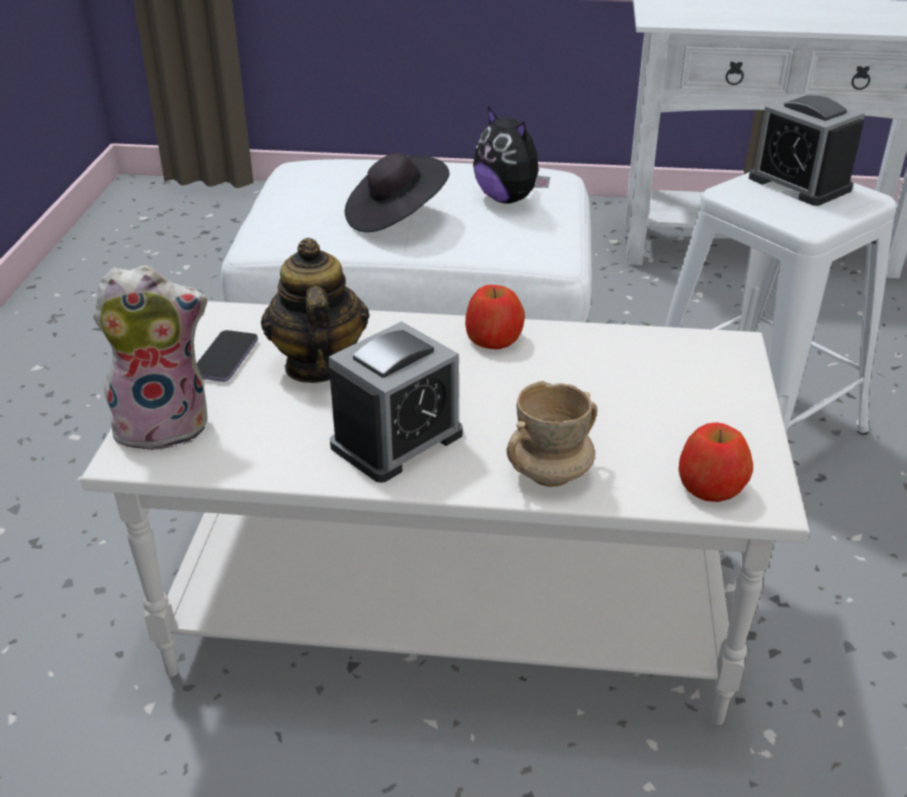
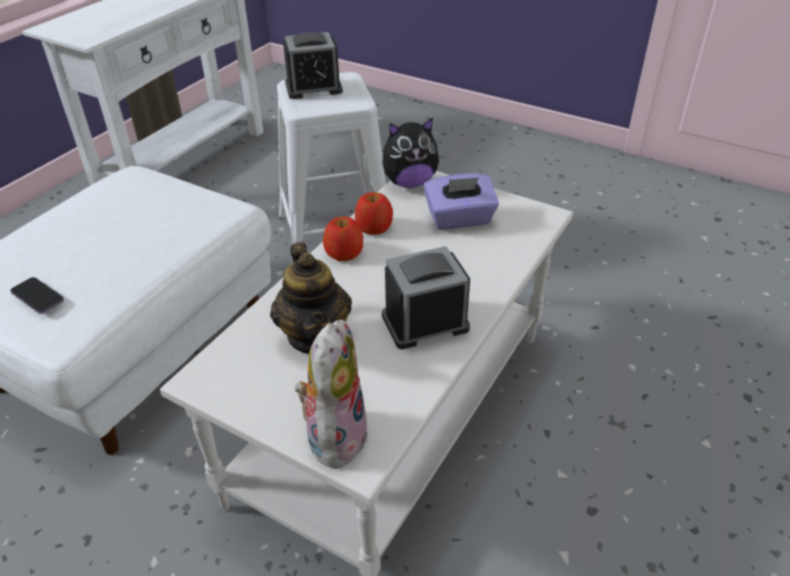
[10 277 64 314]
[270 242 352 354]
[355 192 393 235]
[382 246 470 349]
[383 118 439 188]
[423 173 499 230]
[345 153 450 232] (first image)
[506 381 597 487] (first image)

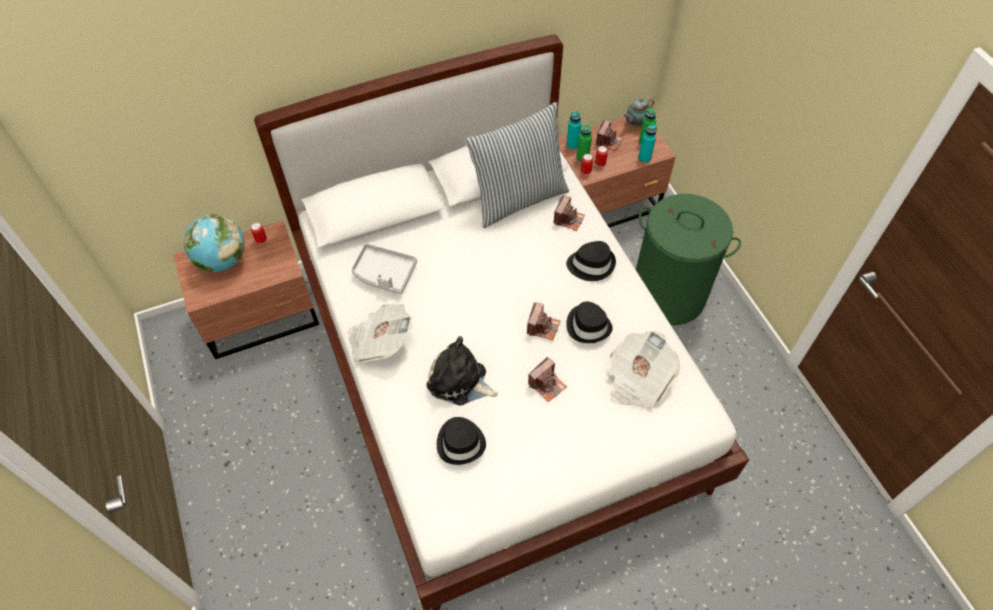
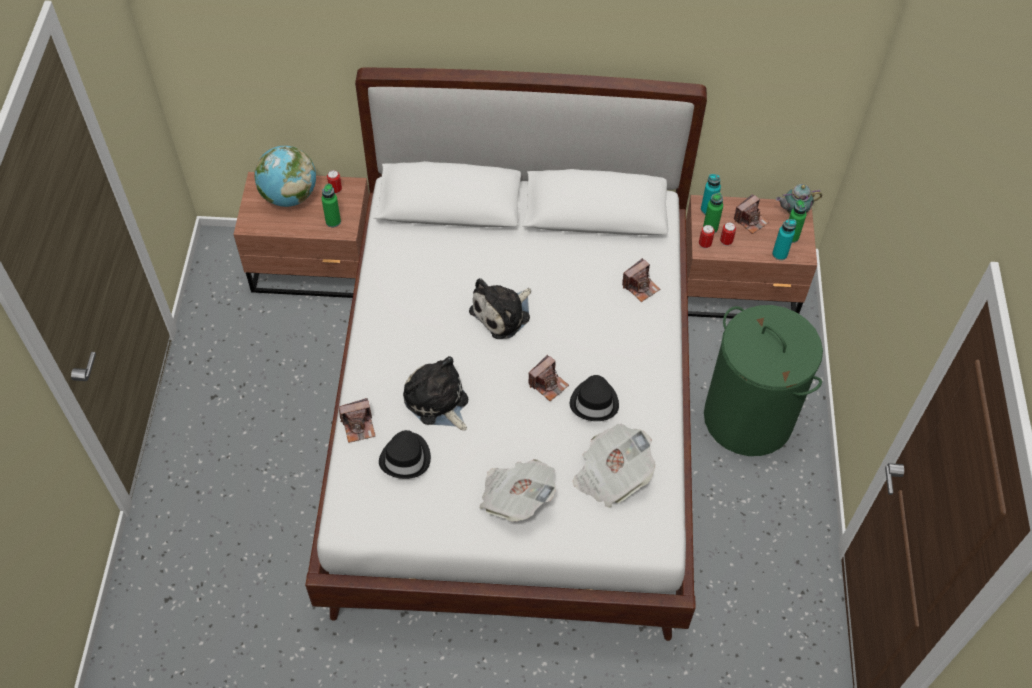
[321 184 341 227]
[339 398 375 443]
[469 278 531 339]
[480 459 556 521]
[351 243 417 294] (first image)
[465 102 569 228] (first image)
[566 241 616 281] (first image)

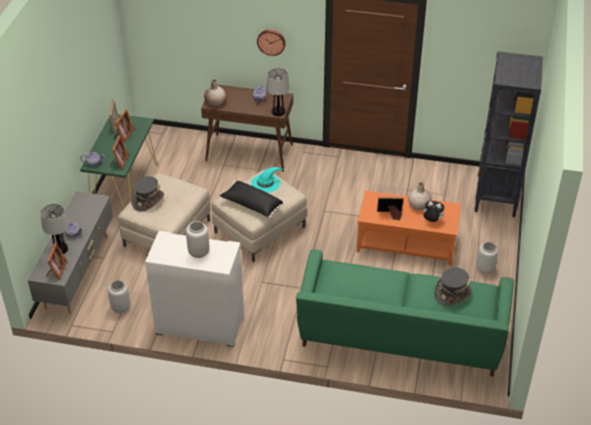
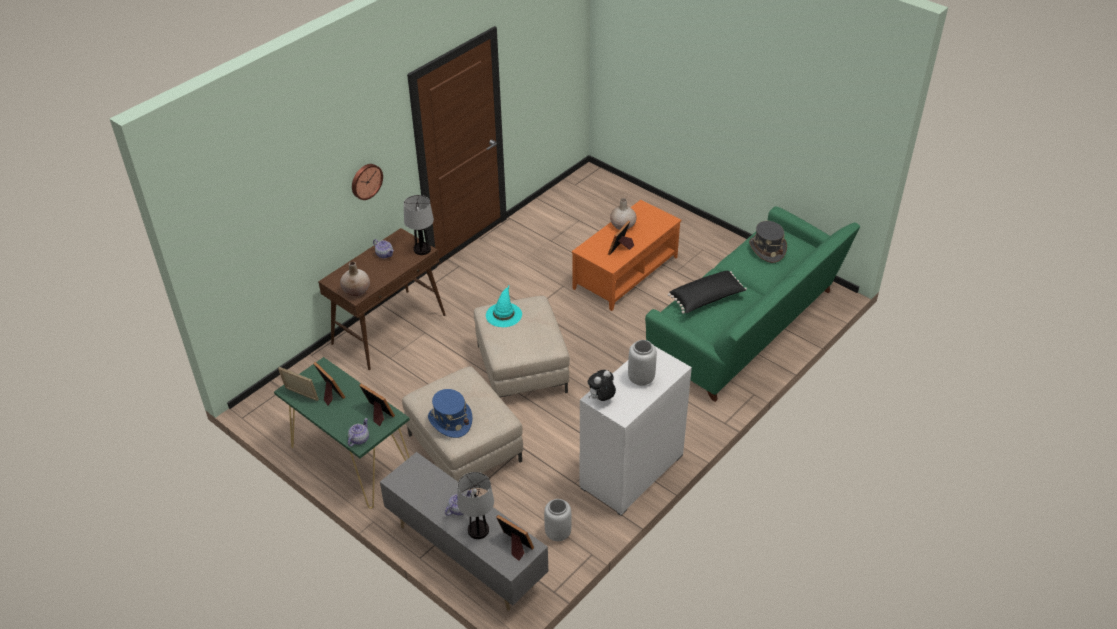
[428 389 472 438]
[588 370 616 401]
[668 271 747 314]
[475 51 543 218] (first image)
[476 242 498 274] (first image)

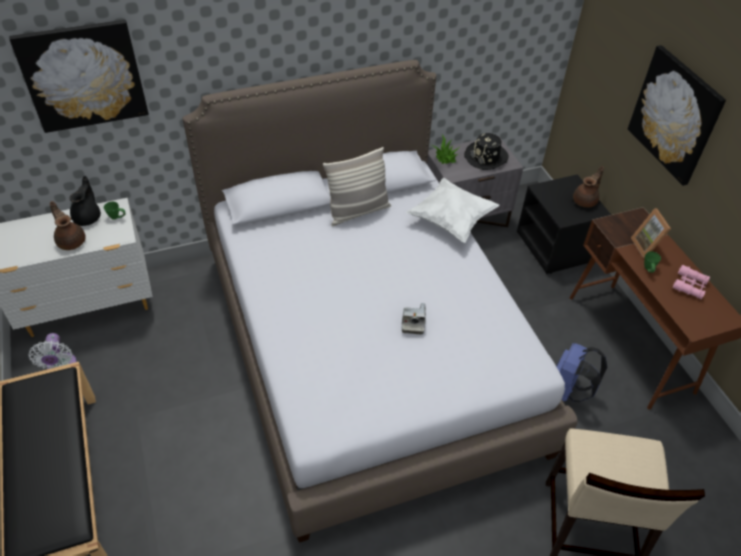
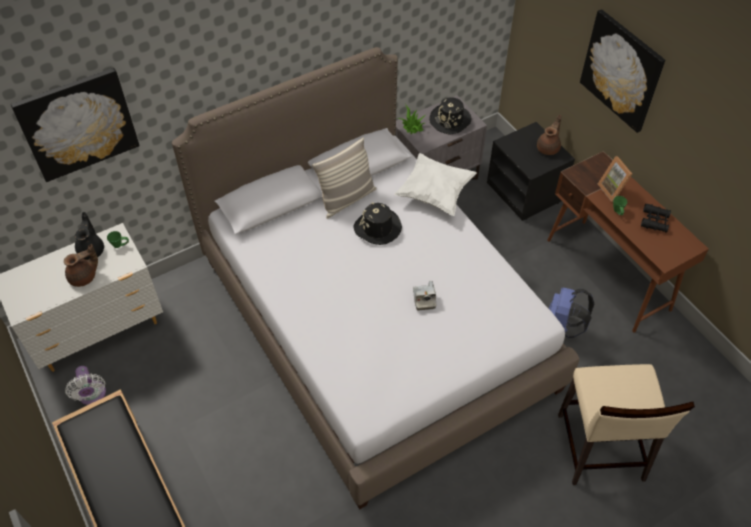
[64 244 98 287]
[354 202 402 245]
[641 204 671 233]

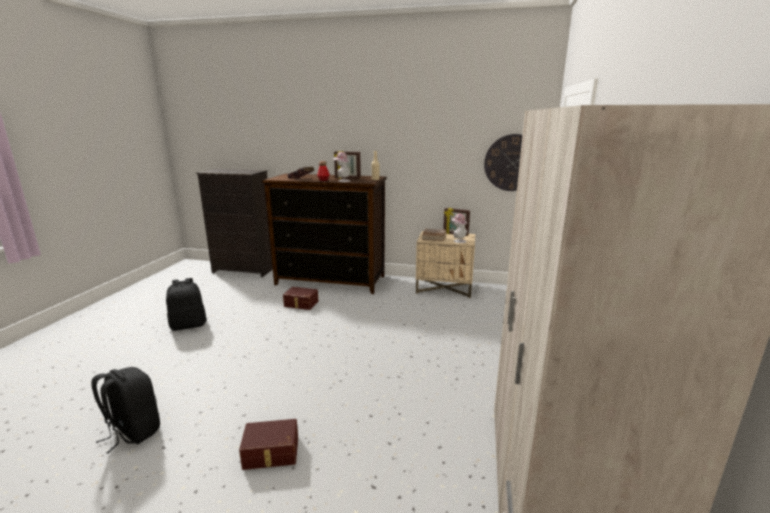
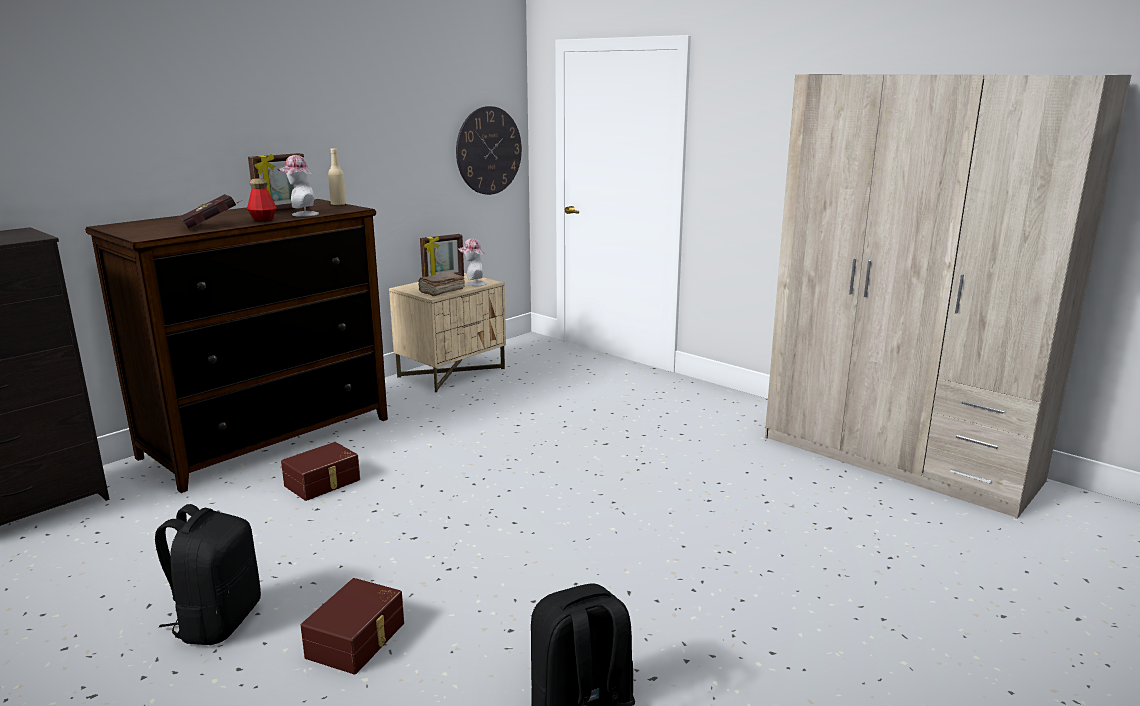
[300 578 404 674]

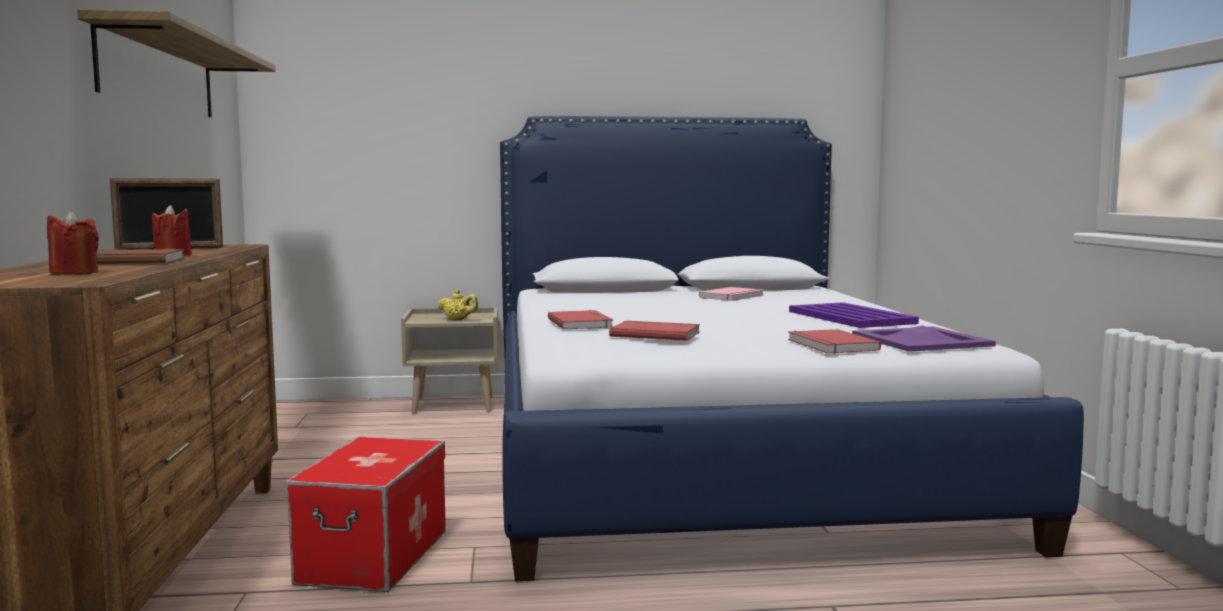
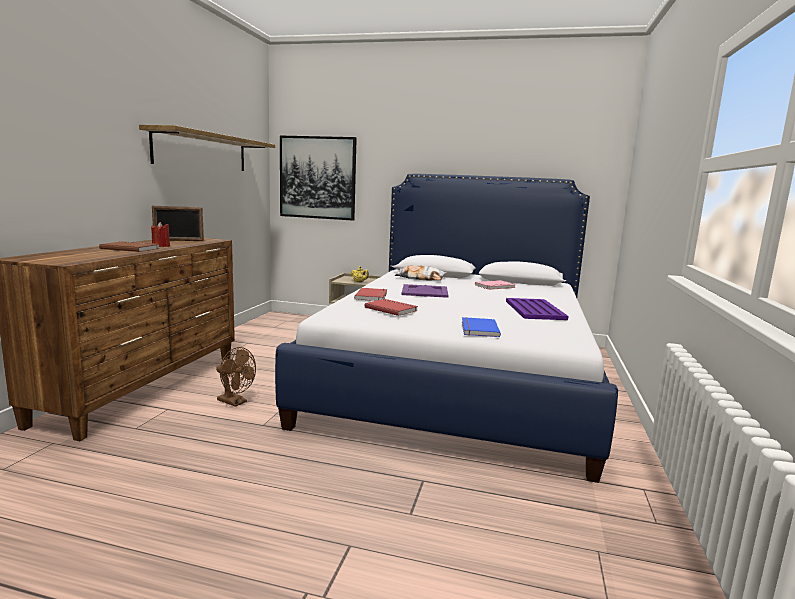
[216 347 256 407]
[280 136 357 221]
[395 265 447 281]
[402 284 448 298]
[462 317 501 337]
[47 210 99 275] (first image)

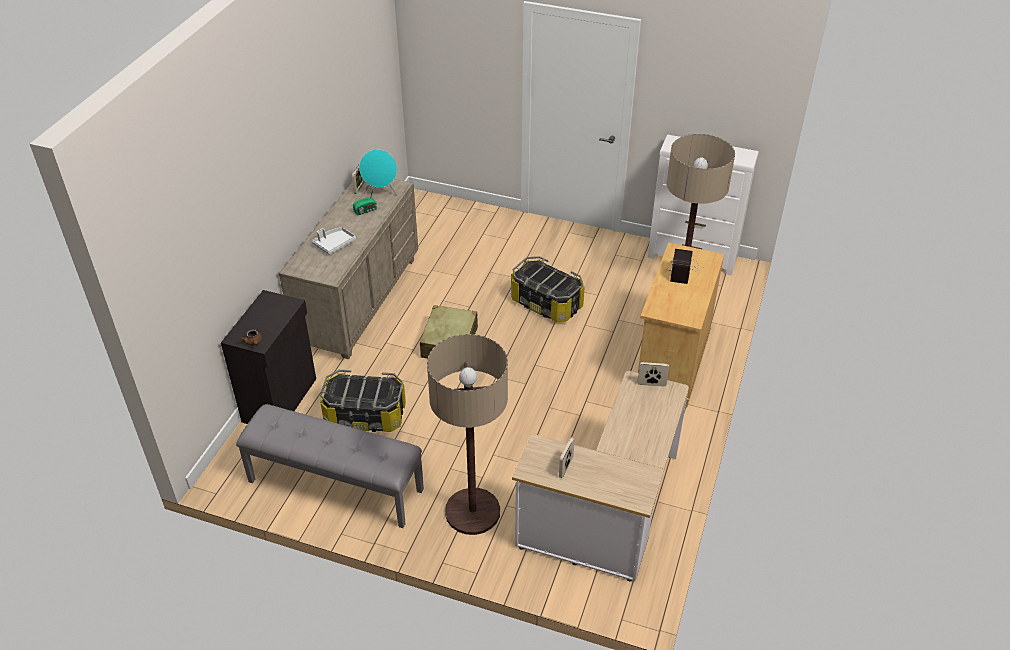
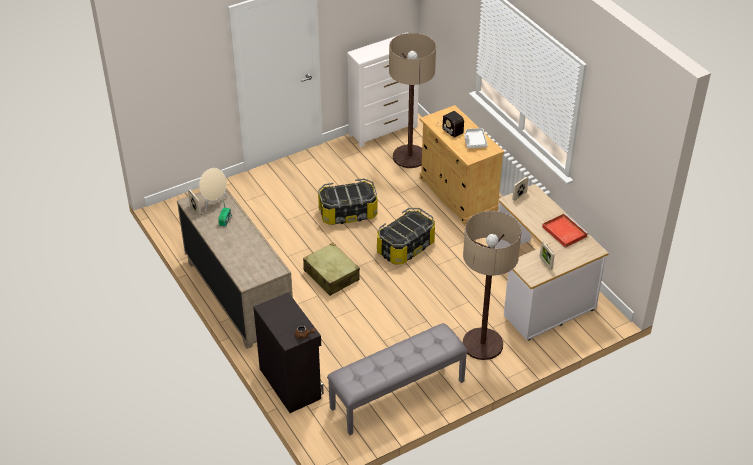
[199 168 228 212]
[377 208 435 264]
[465 128 488 148]
[542 213 588 248]

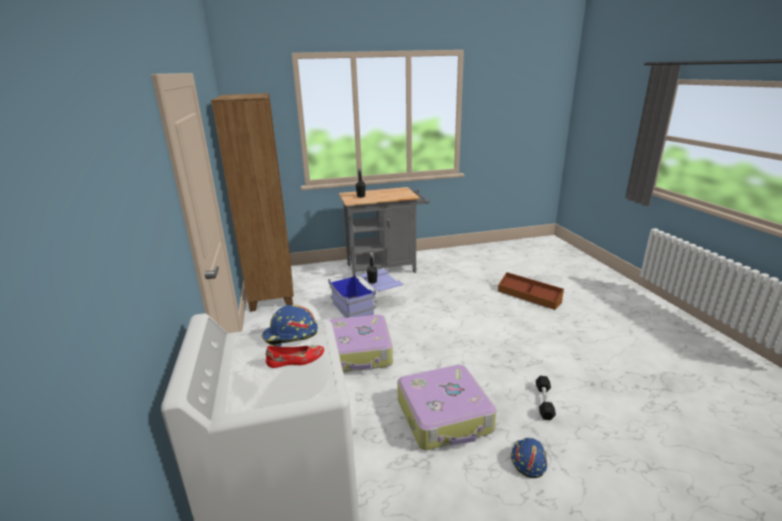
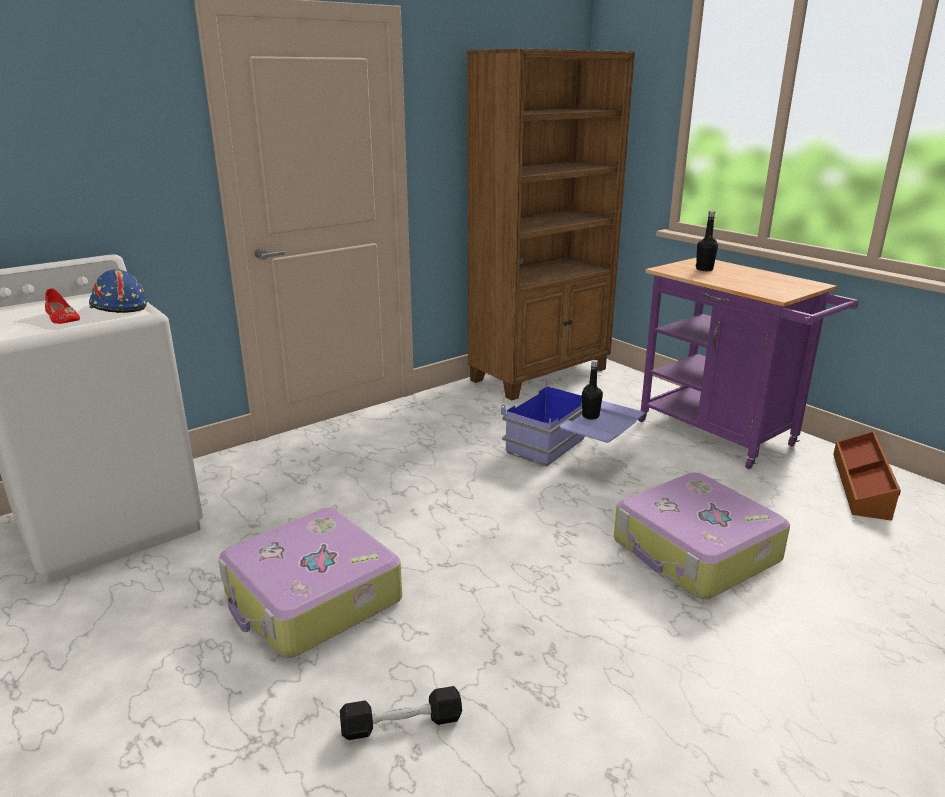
[614 473 790 599]
[638 257 859 469]
[833 431 901 521]
[511 438 547 478] (first image)

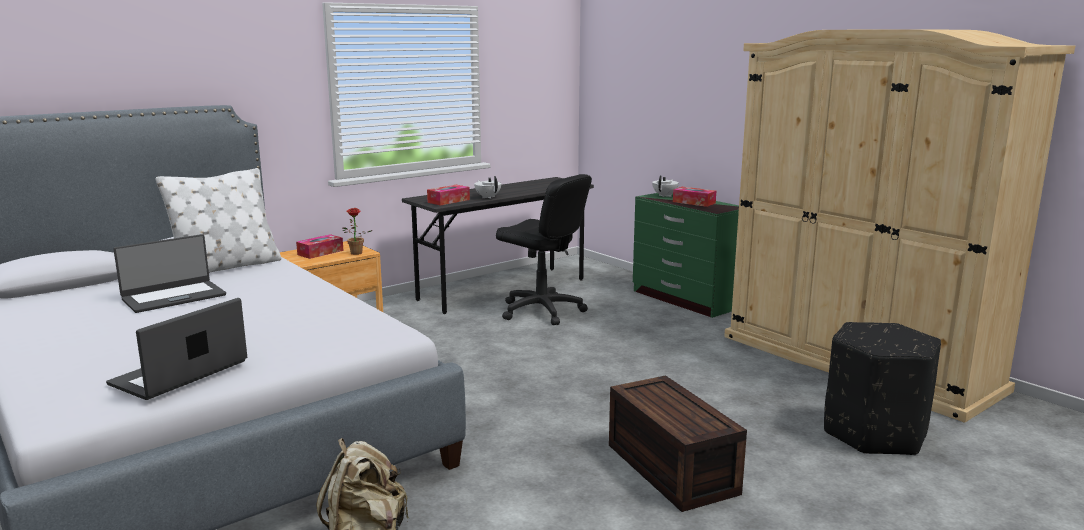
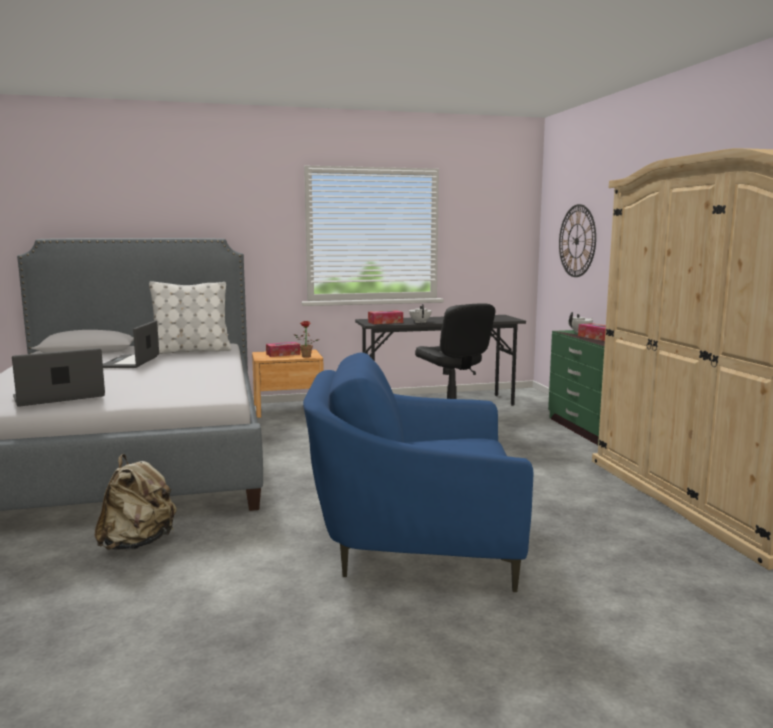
[103 320 159 368]
[303 353 533 592]
[559 204 596 277]
[824 322 941 456] (first image)

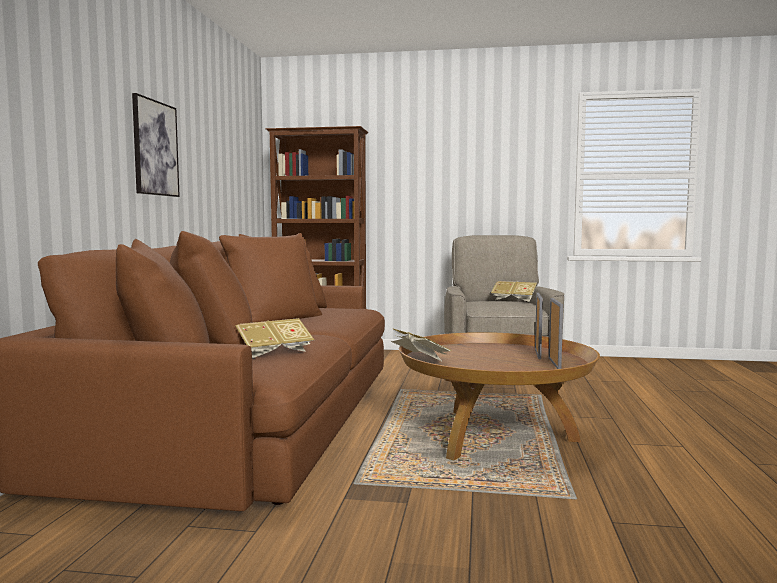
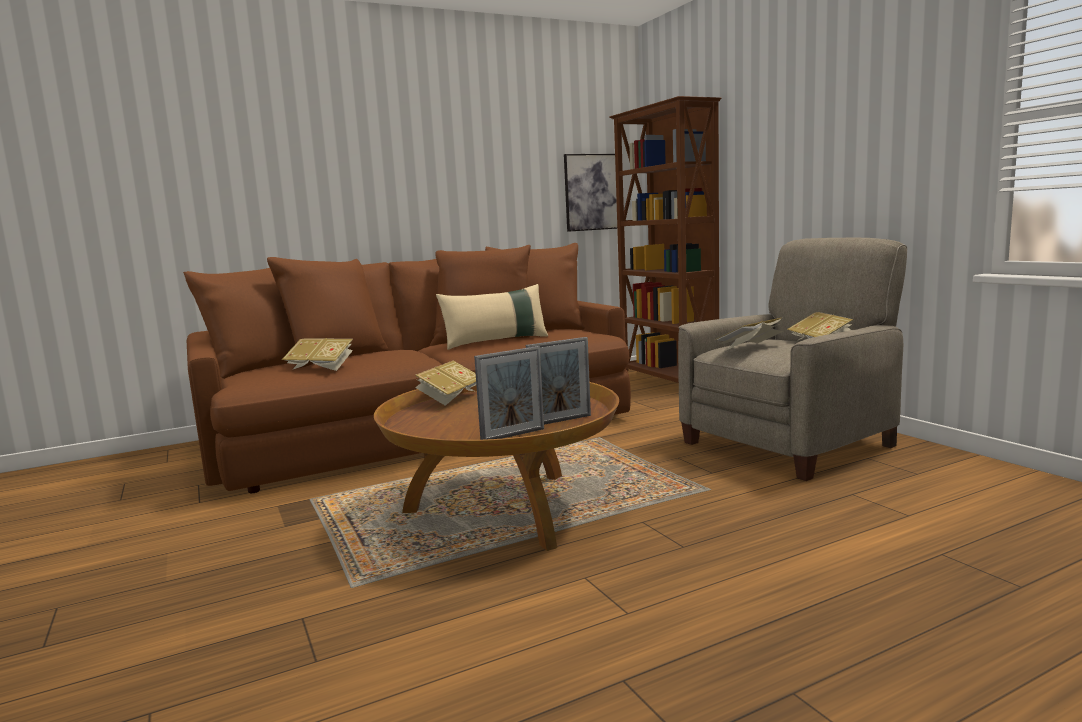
[436 284 548 350]
[564 154 617 232]
[715 318 784 351]

